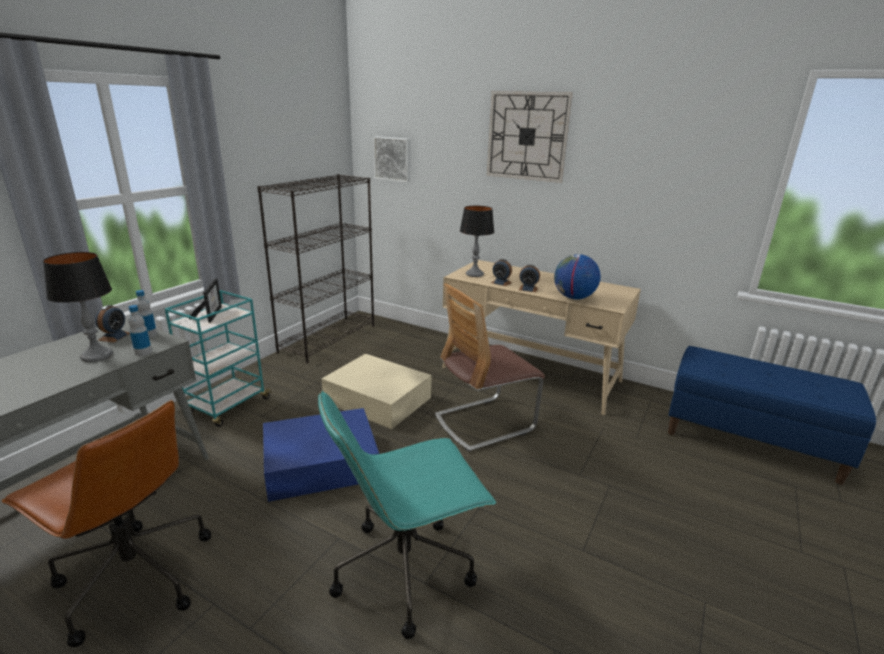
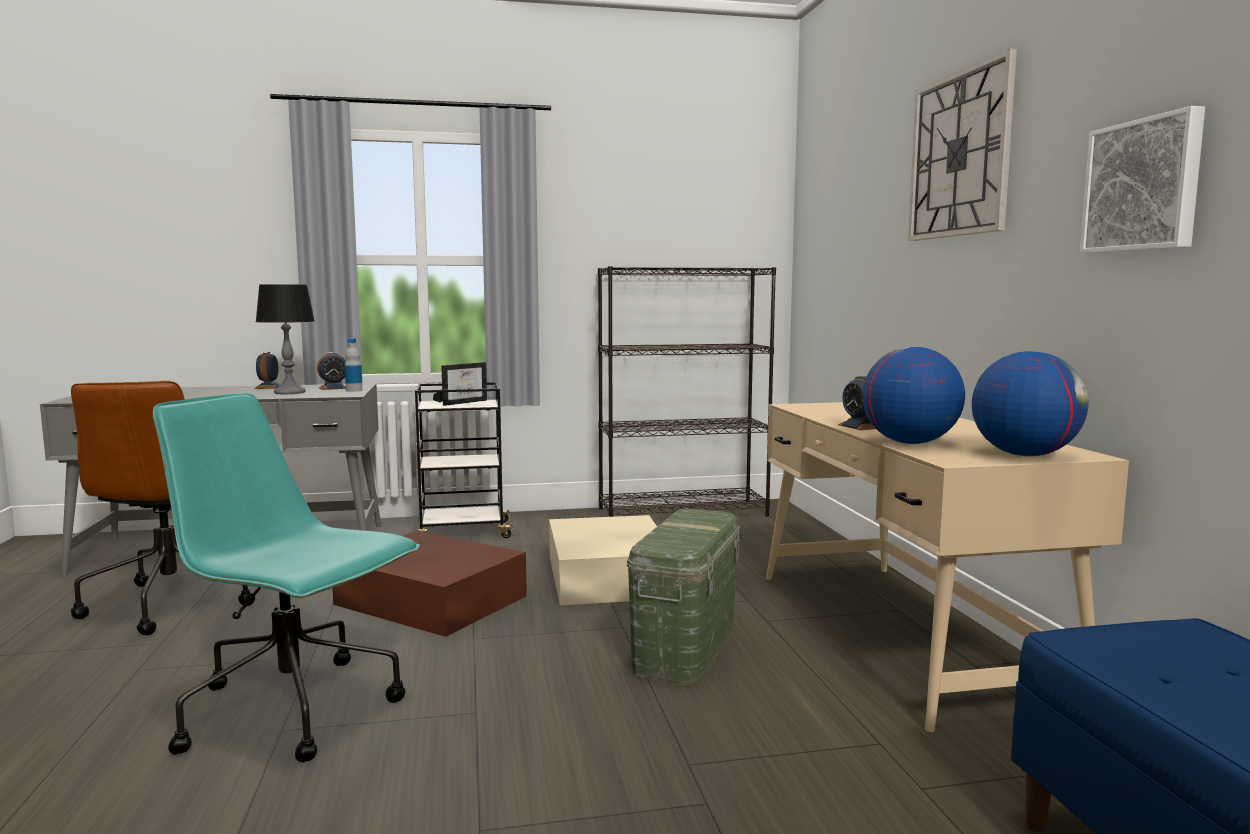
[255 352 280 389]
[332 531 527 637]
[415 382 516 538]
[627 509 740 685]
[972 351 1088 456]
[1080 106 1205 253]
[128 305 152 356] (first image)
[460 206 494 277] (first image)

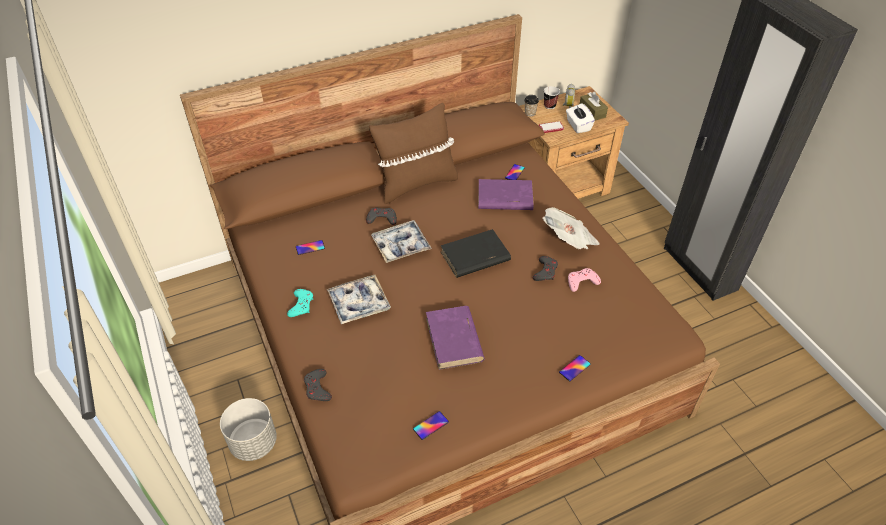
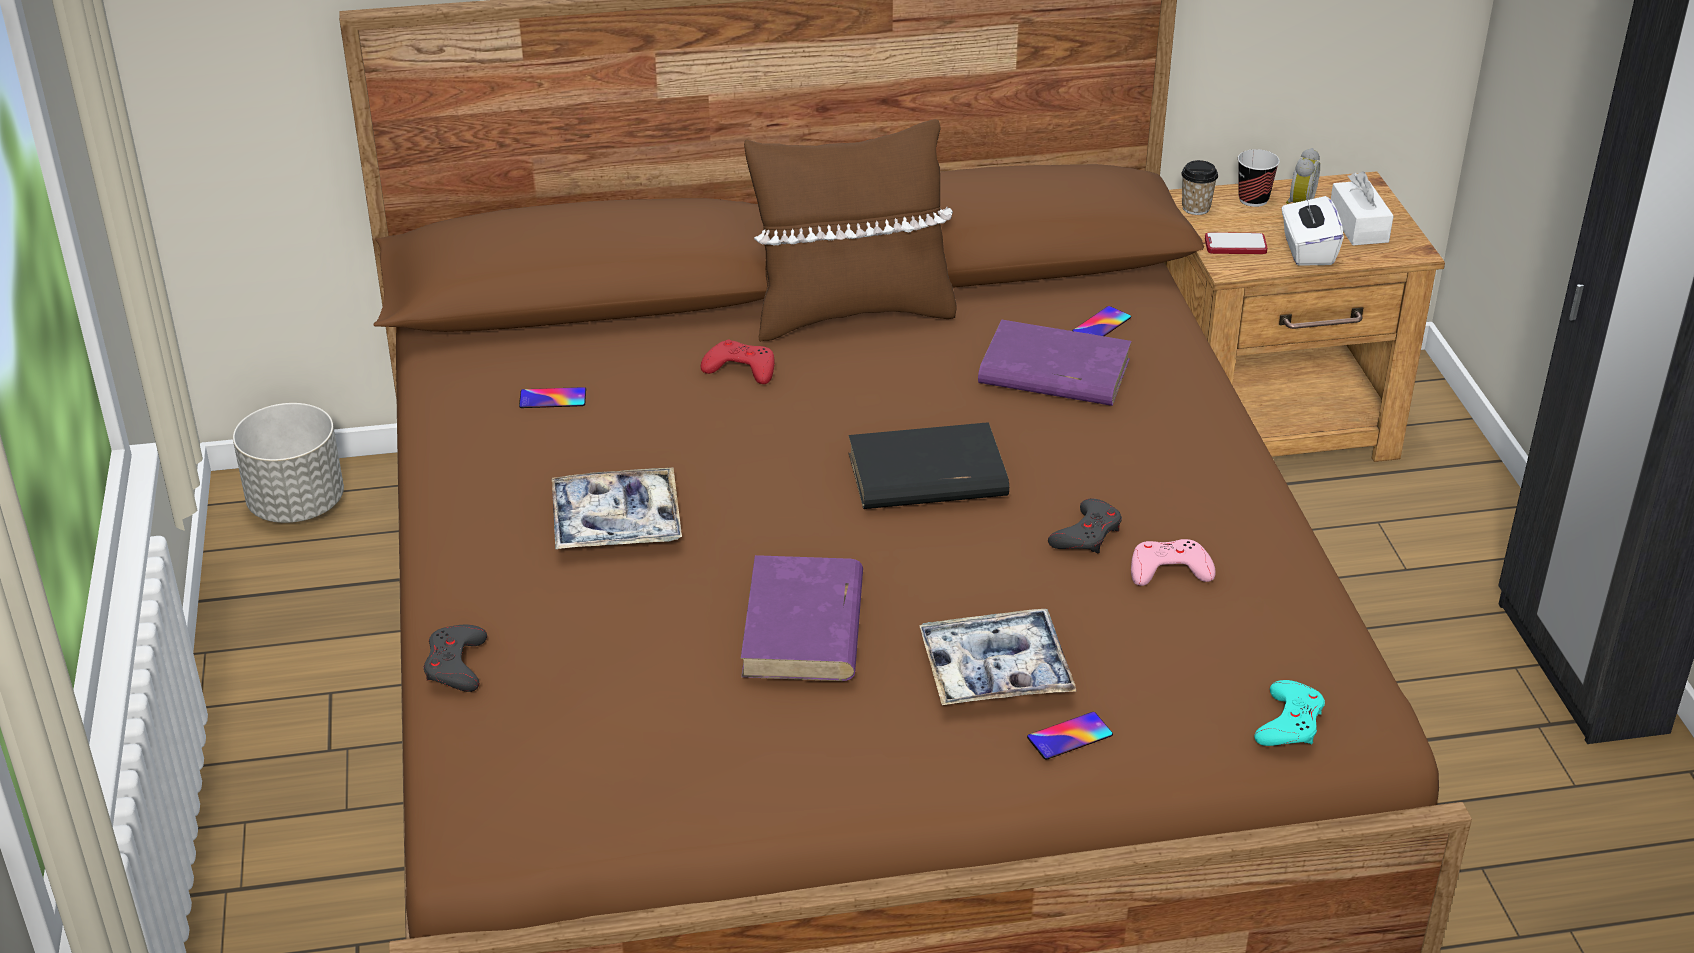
[233 403 344 523]
[701 340 774 384]
[919 609 1076 705]
[1254 680 1325 746]
[1331 171 1394 246]
[413 411 449 440] (first image)
[542 207 600 250] (first image)

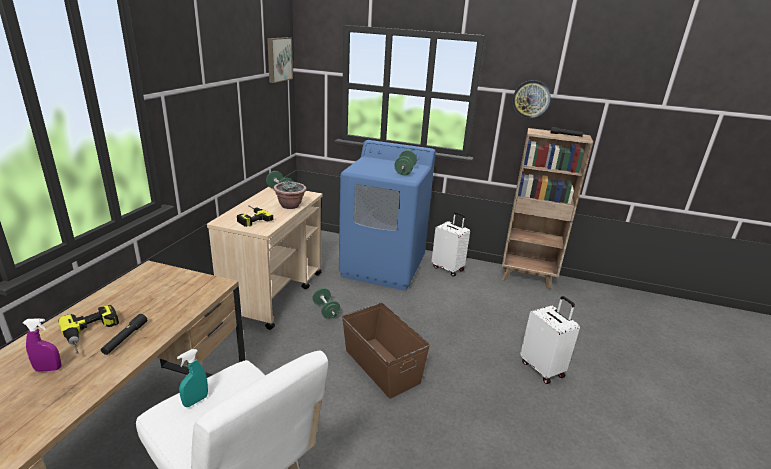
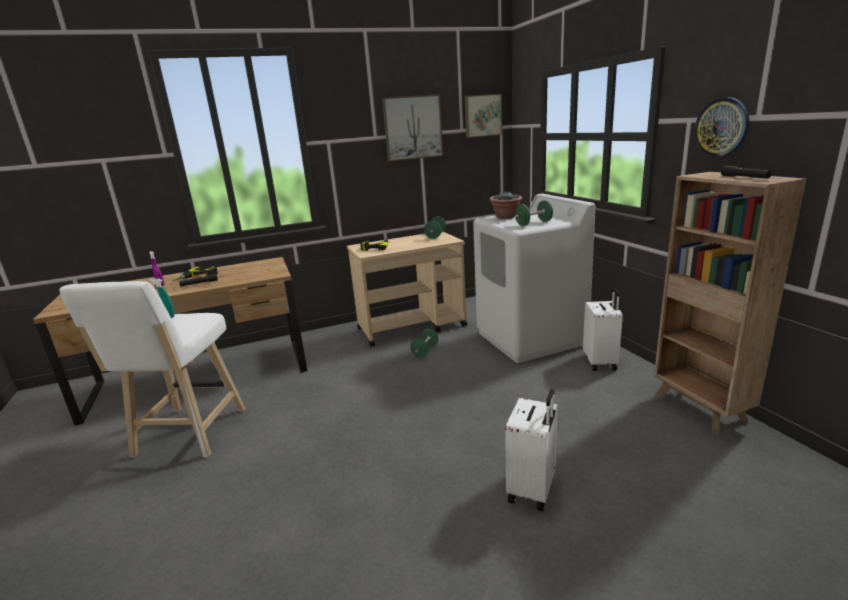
[382 94 443 161]
[473 194 595 363]
[490 191 522 219]
[342 303 430 398] (first image)

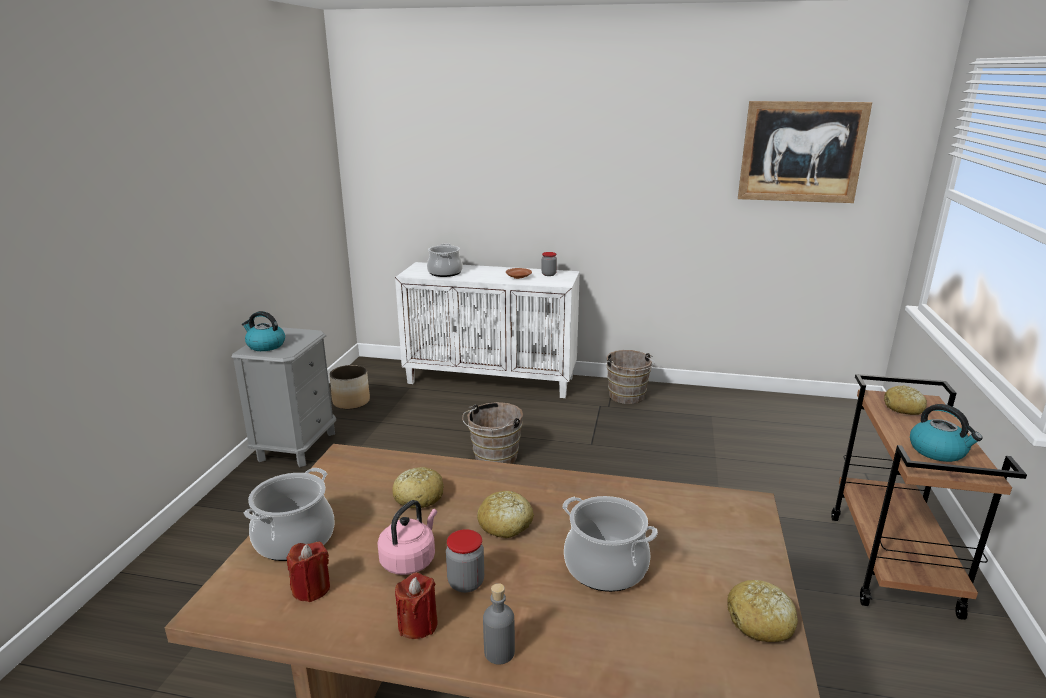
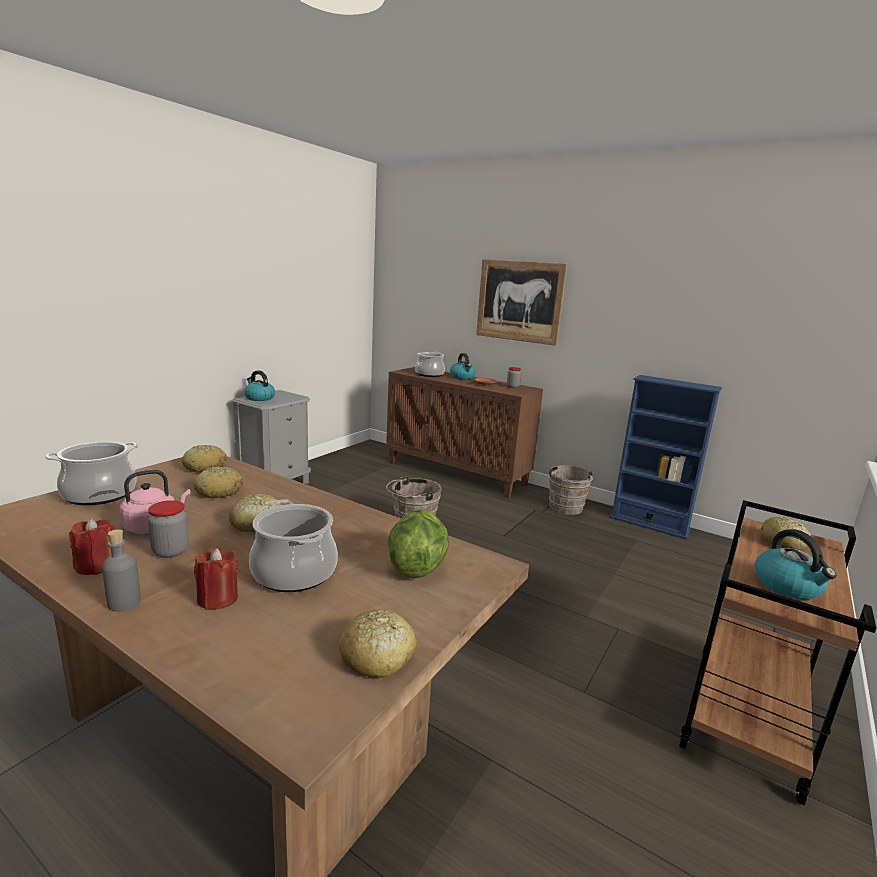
[181 445 227 473]
[194 548 238 610]
[386 367 543 498]
[388 510 449 578]
[450 353 476 380]
[476 259 568 346]
[610 375 722 539]
[329 365 370 409] (first image)

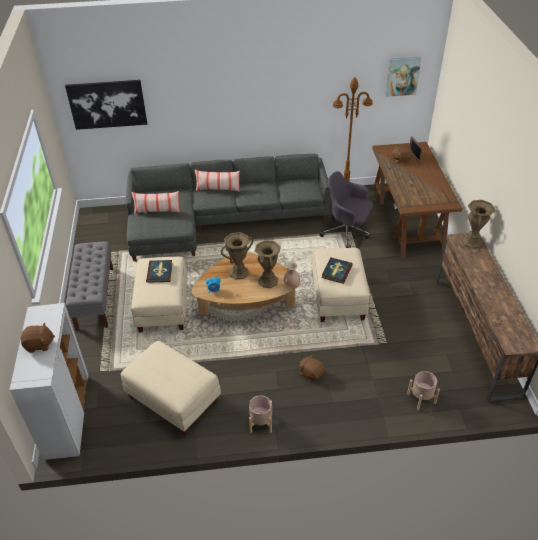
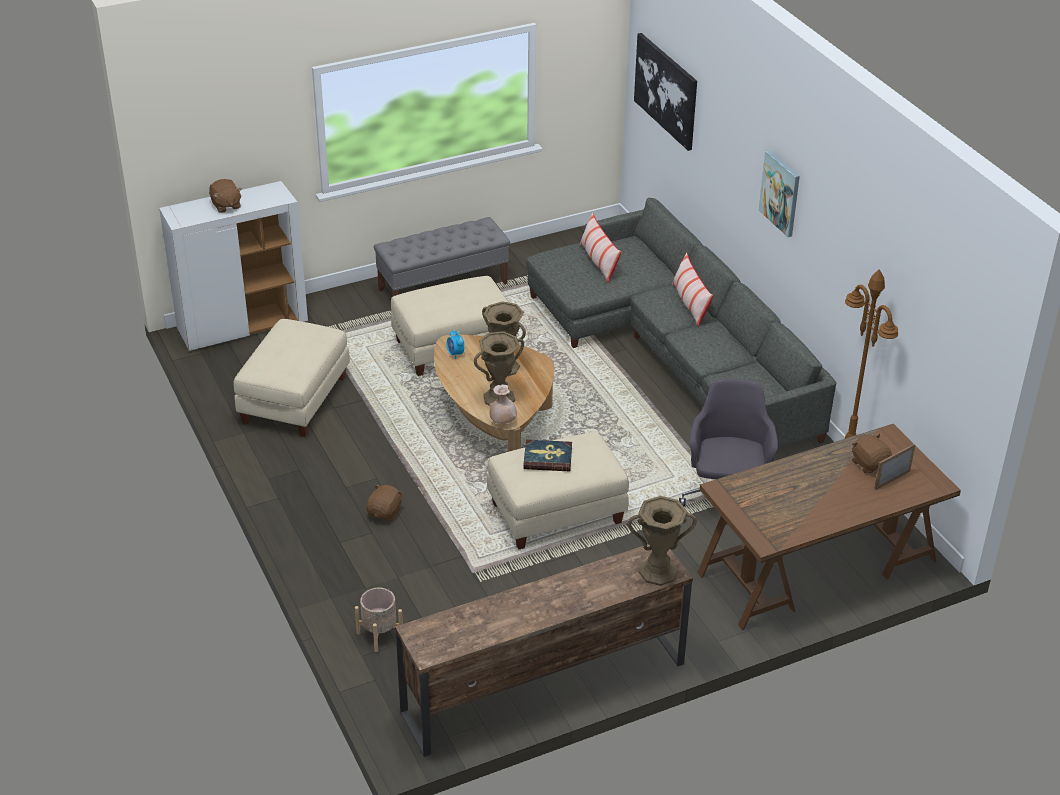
[759 150 800 237]
[146 260 172 283] (first image)
[249 395 272 433] (first image)

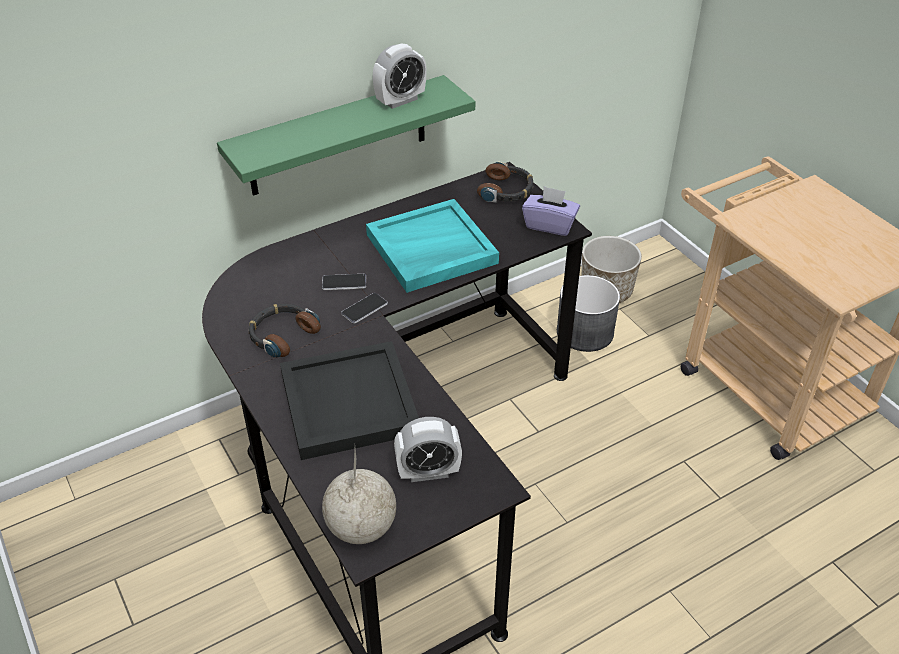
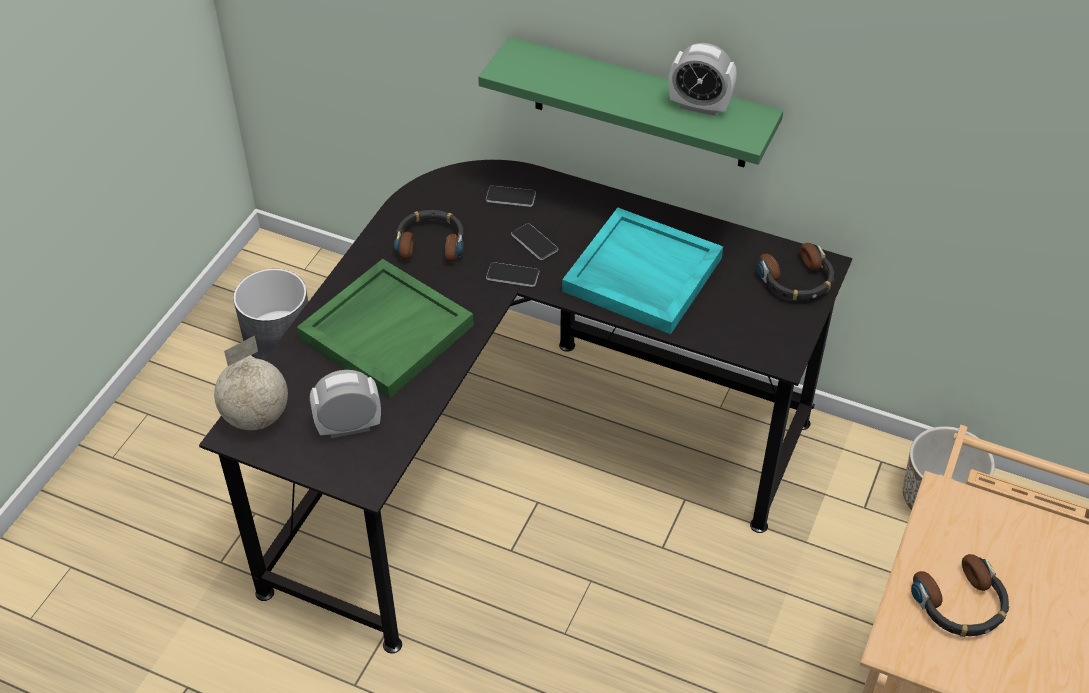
[233 269 308 360]
[297 259 474 399]
[310 370 381 438]
[486 186 536 207]
[911 554 1009 637]
[522 186 580 236] (first image)

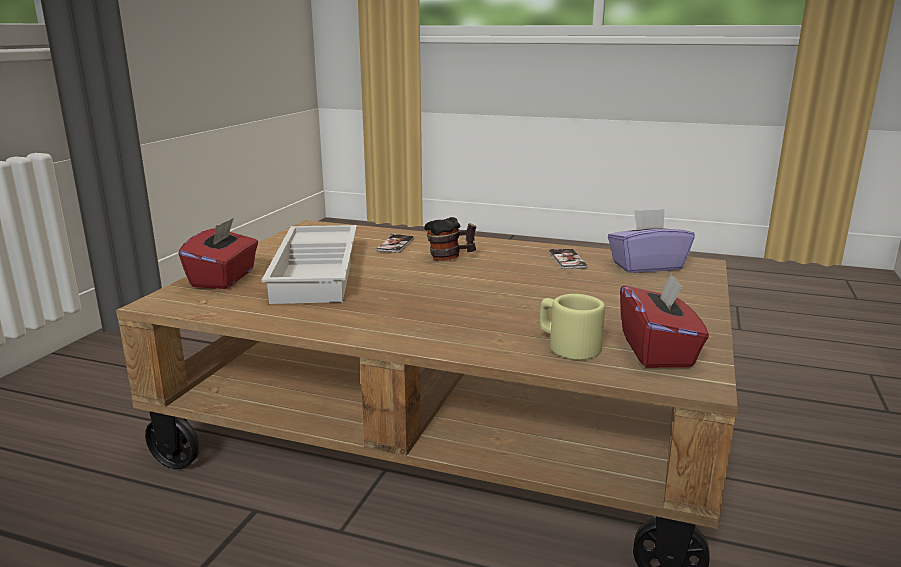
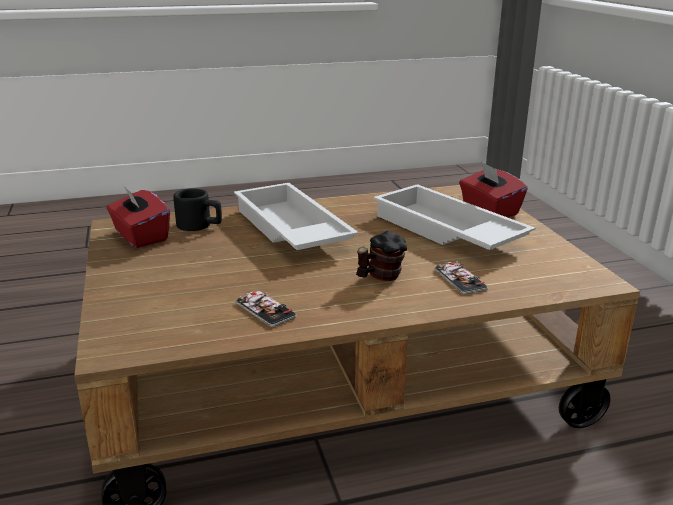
[173 188 222 231]
[234 183 359 250]
[608 209 695 273] (first image)

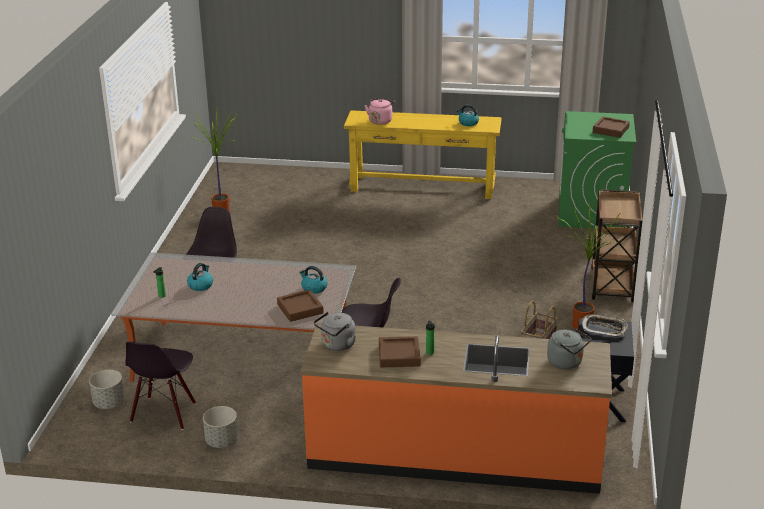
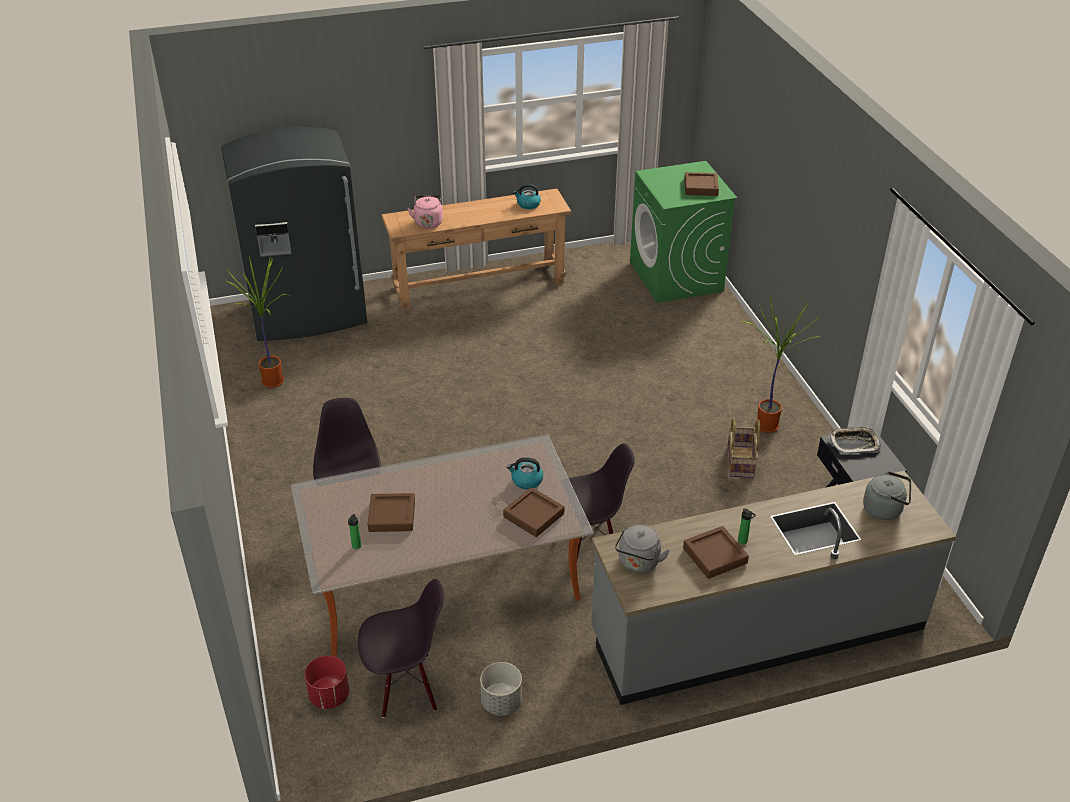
[221 127 367 341]
[305 656 349 709]
[358 579 444 718]
[368 493 415 532]
[382 188 571 310]
[592 471 956 705]
[591 189 643 302] (first image)

